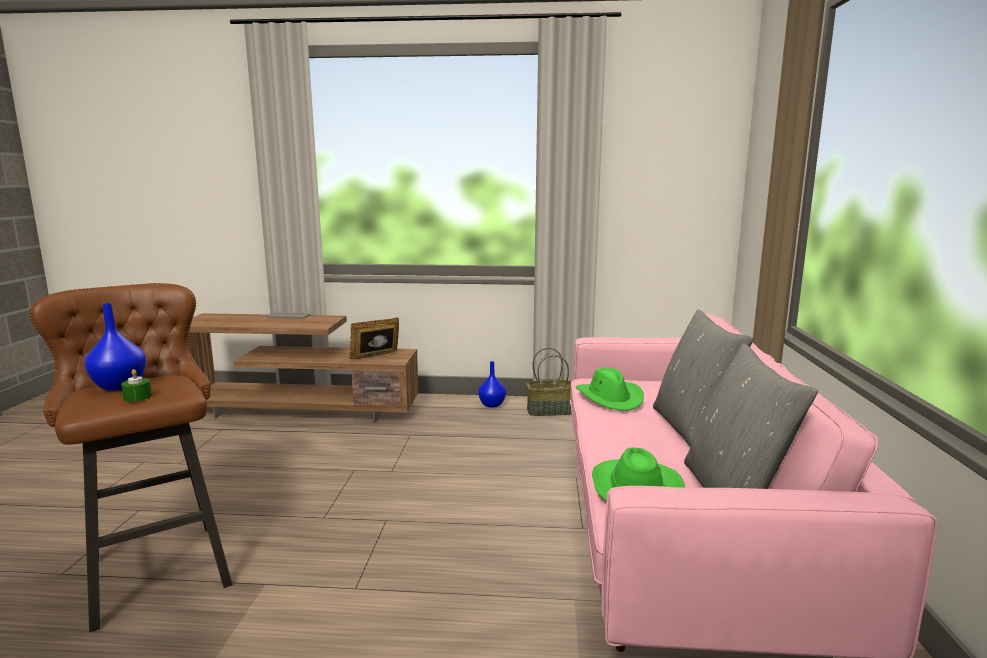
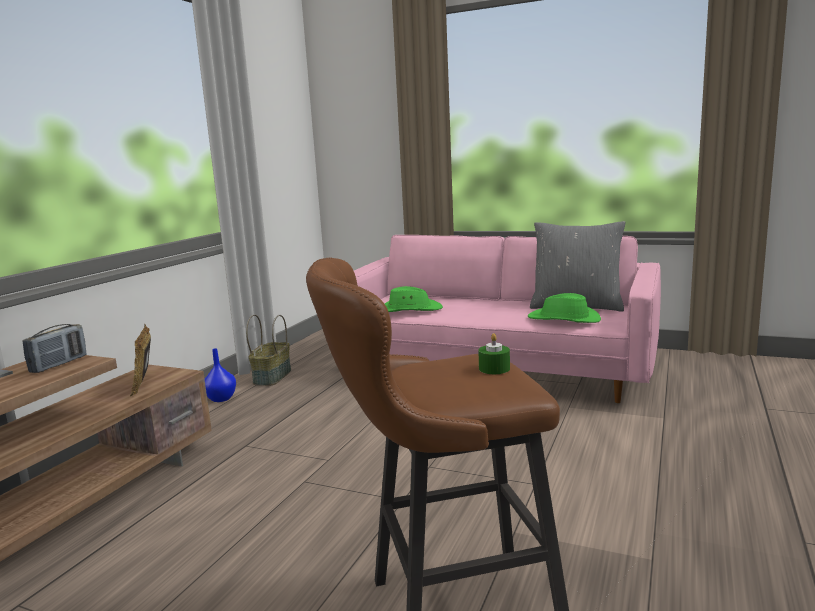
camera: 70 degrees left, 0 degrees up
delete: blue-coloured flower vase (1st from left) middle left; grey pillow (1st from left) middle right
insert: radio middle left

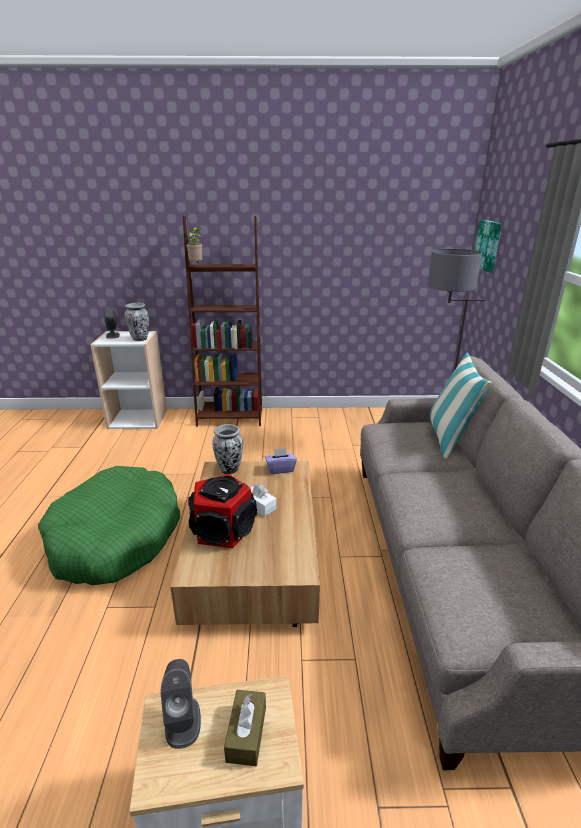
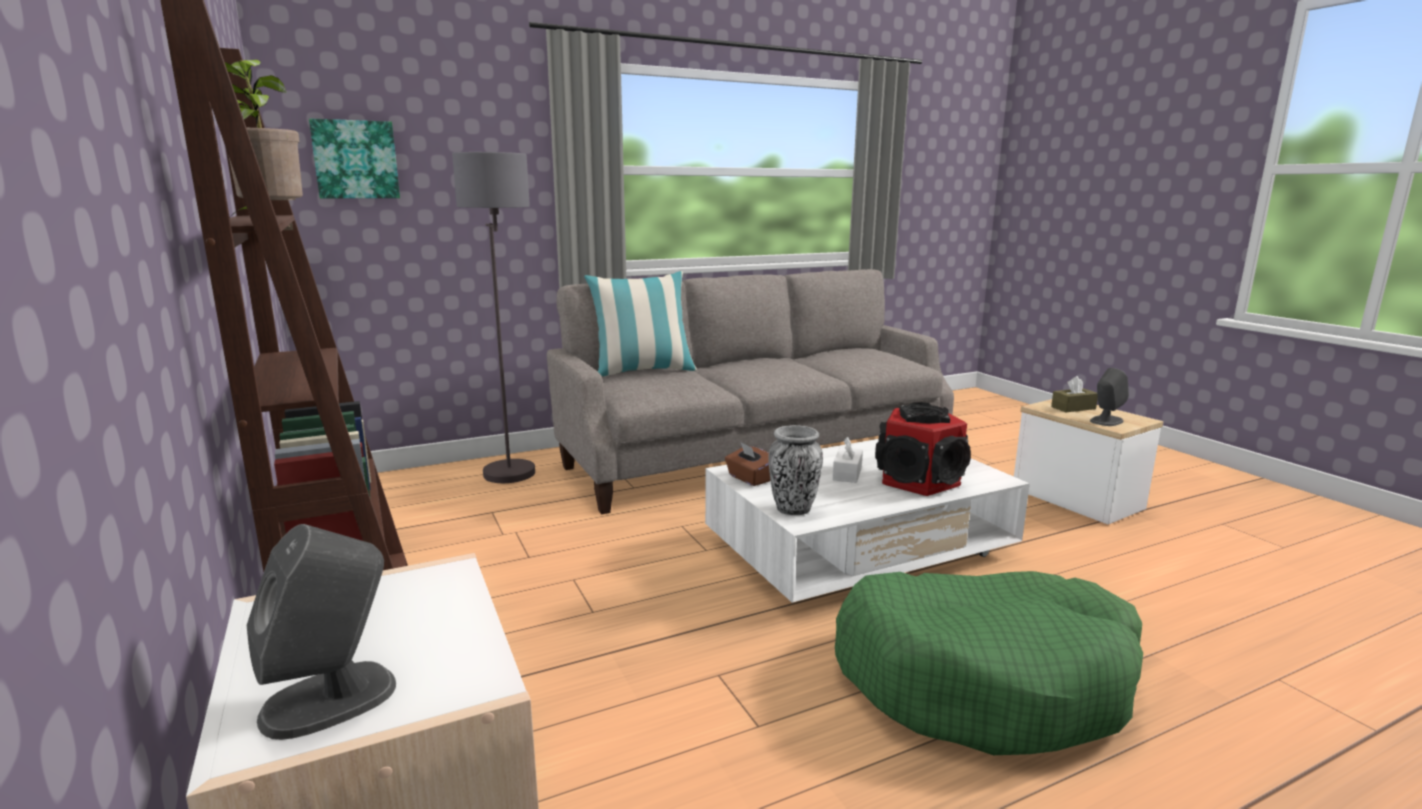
camera: 115 degrees left, 10 degrees down
delete: flower vase (1st from left) middle left
recolor: brown lounge table centre to white-coloured lounge table centre; purplish tissue holder centre to brown tissue holder (1st from left) centre

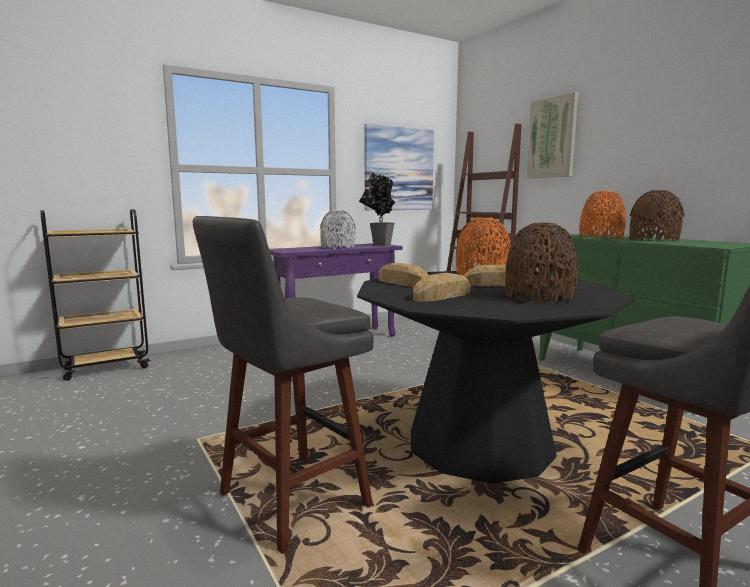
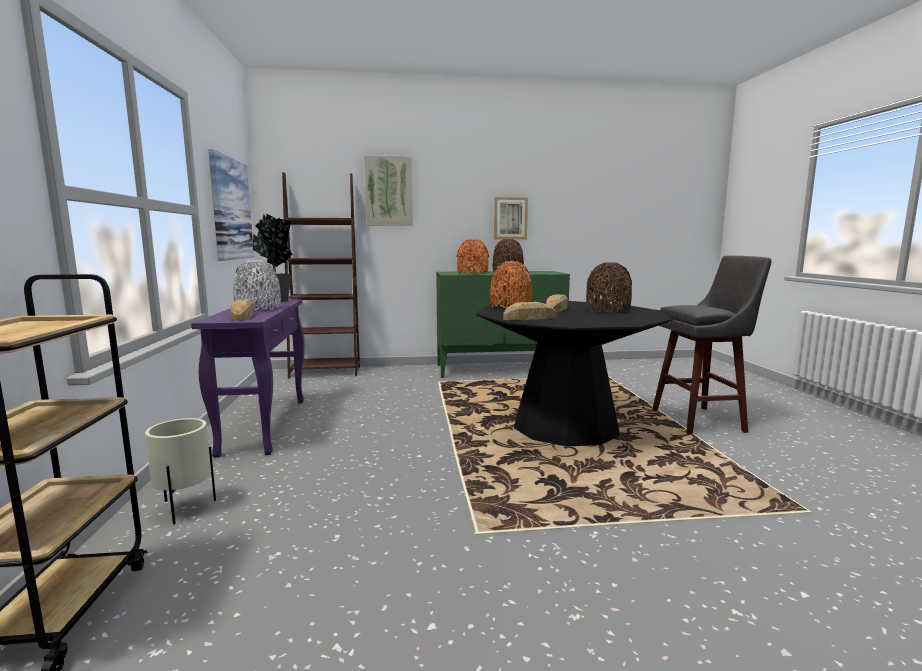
camera: 65 degrees left, 0 degrees up
delete: grey stool (1st from left) centre
insert: sand-coloured plant pot bottom left; wall picture (3rd from left) top centre
move: bread (2nd from left in the first image) centre to bread (1st from left) middle left

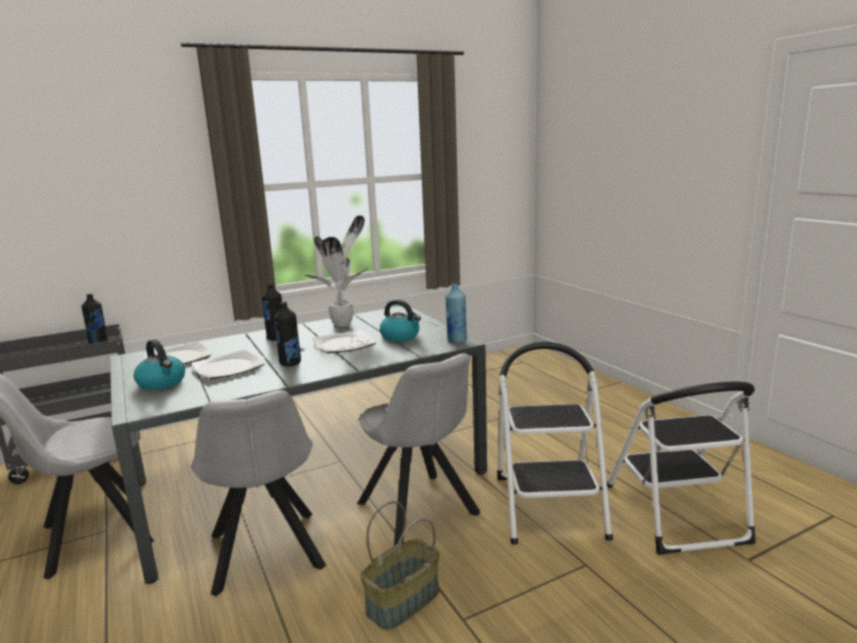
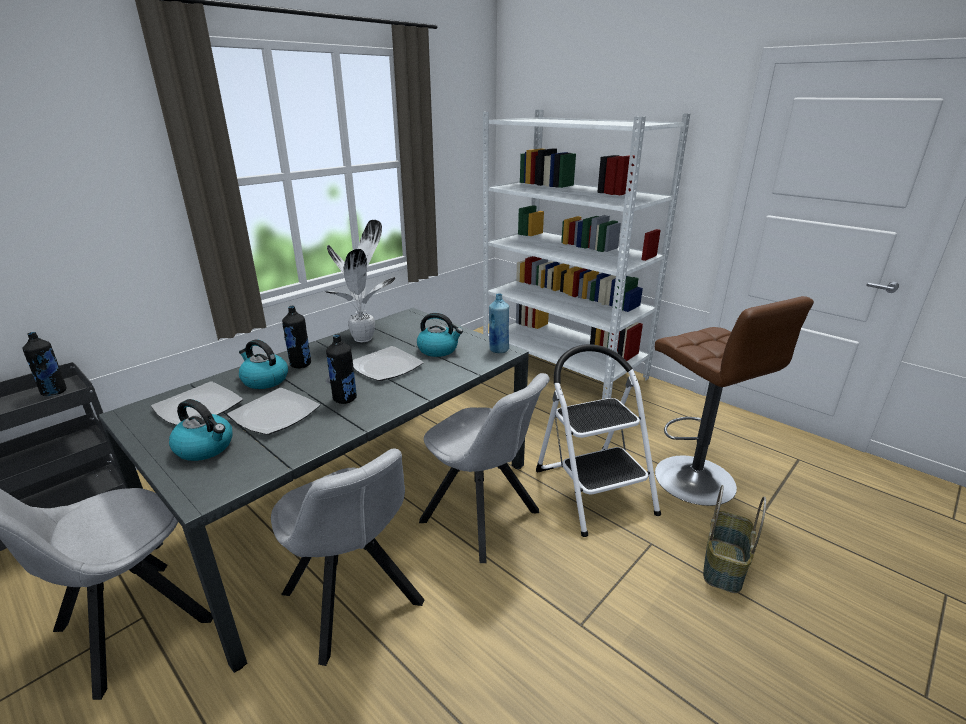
camera: 20 degrees left, 10 degrees up
insert: tea kettle (2nd from left) middle left; white-coloured bookcase centre
move: household basket bottom centre to bottom right
replace: step ladder (2nd from left) bottom right to brown stool middle right

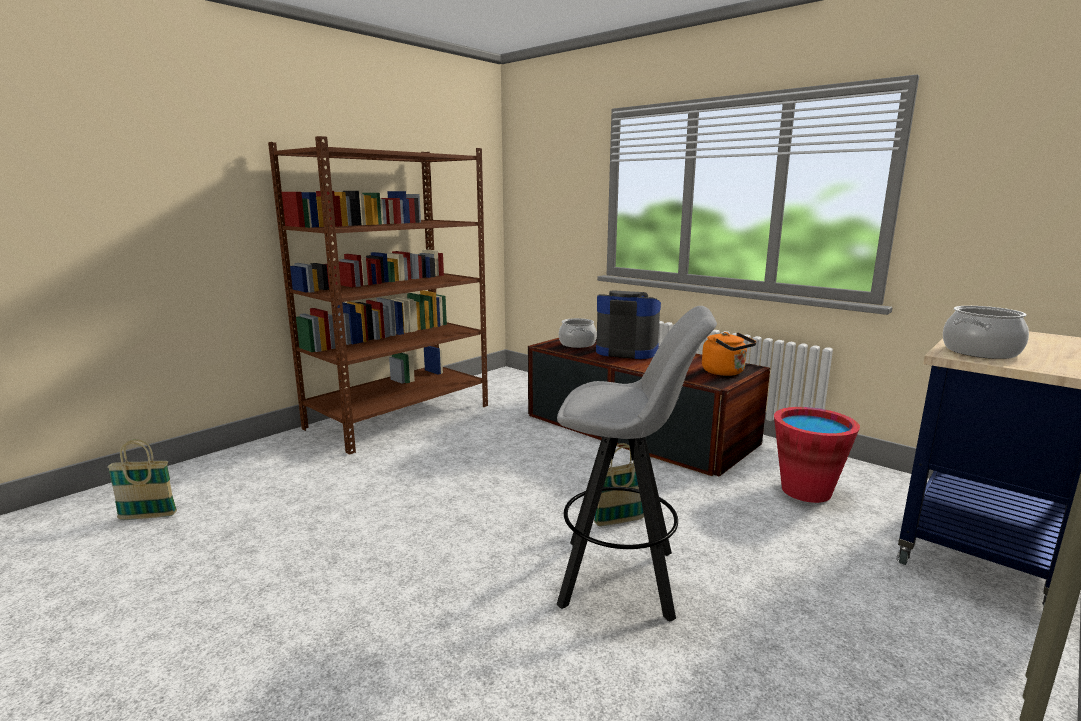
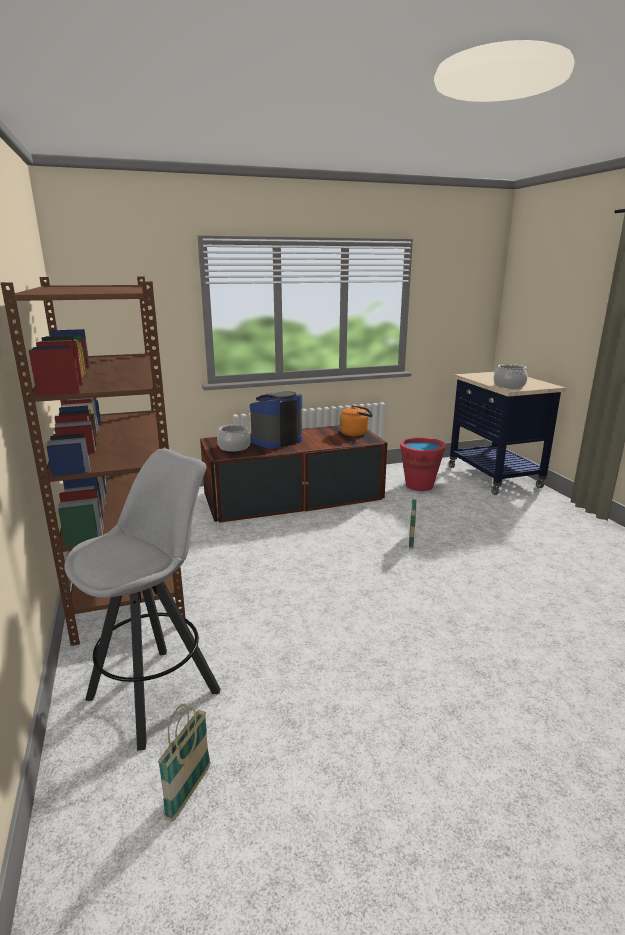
camera: 60 degrees left, 5 degrees up
move: grey stool centre to middle left

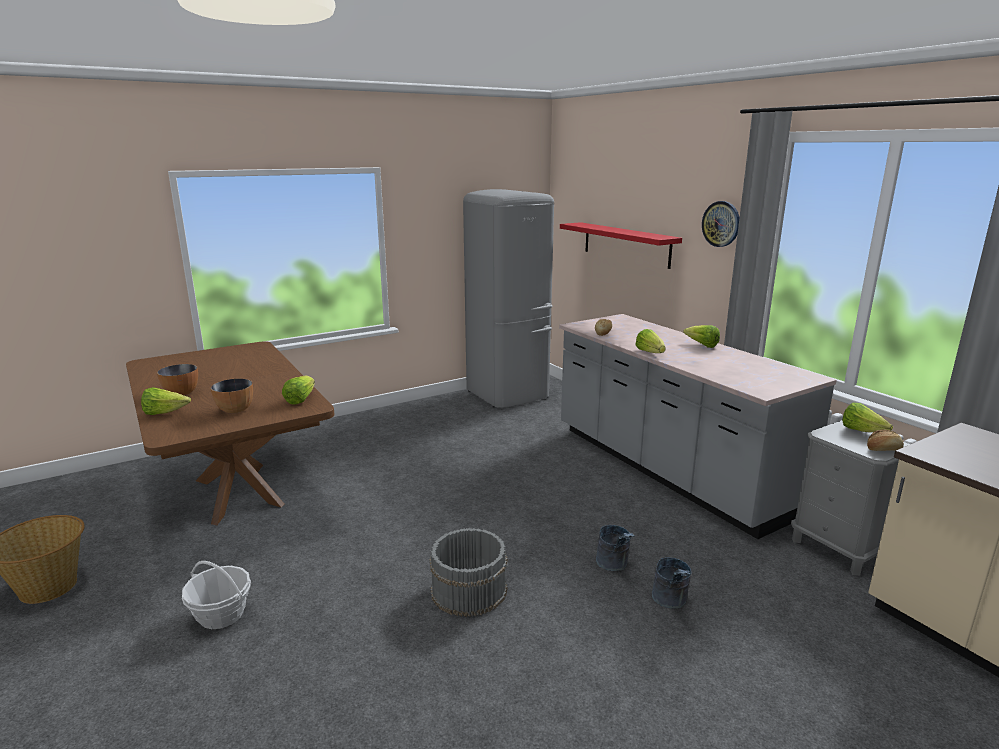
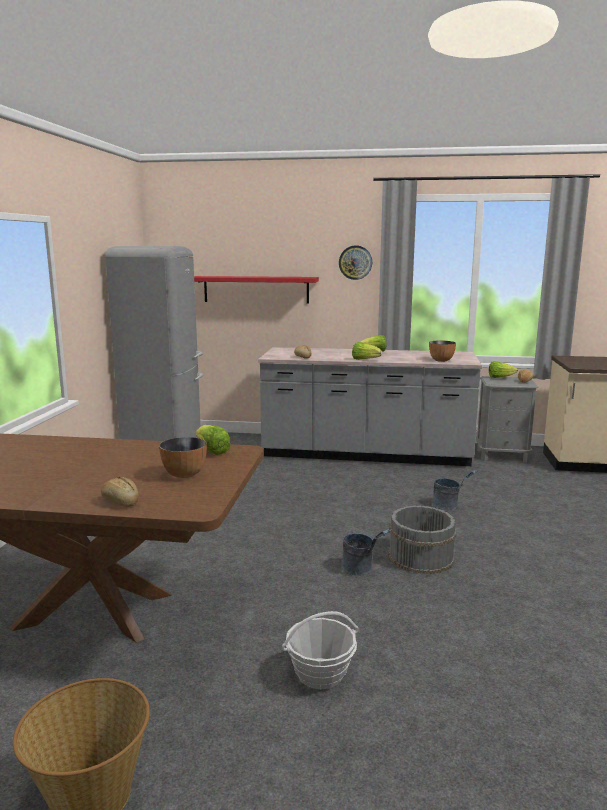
camera: 50 degrees left, 5 degrees down
move: grey water bucket (3rd from left in the first image) bottom right to grey water bucket (1st from left) bottom centre; serving bowl (1st from left in the first image) middle left to serving bowl (2nd from left) middle right
replace: lettuce head (1st from left) middle left to bread (1st from left) middle left

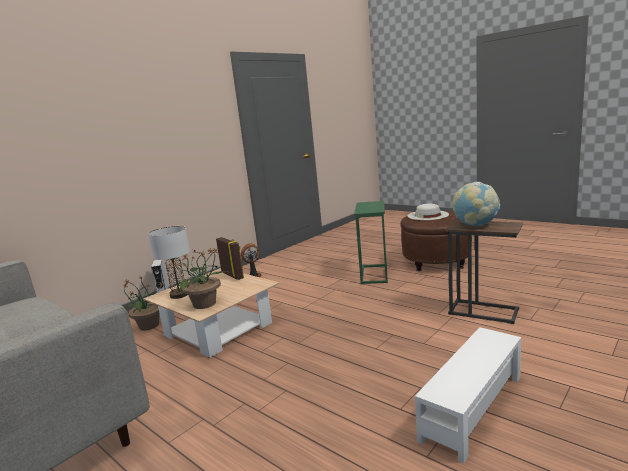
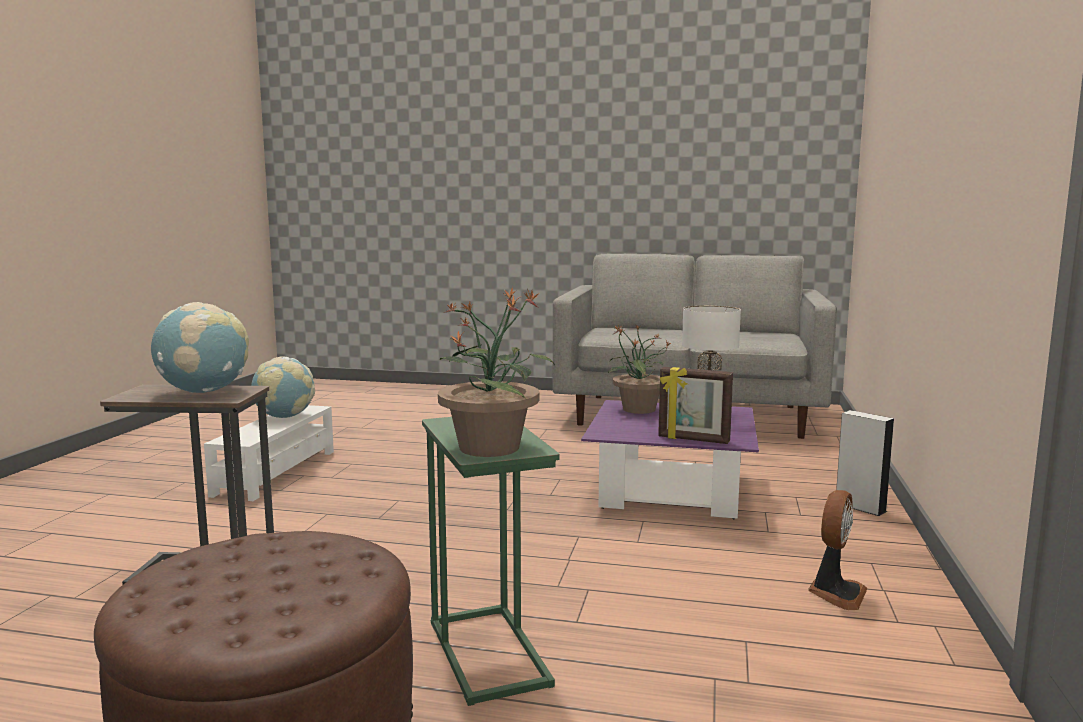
camera: 150 degrees right, 5 degrees down
delete: white-coloured hat middle right
insert: desk globe (2nd from left) middle left
move: potted plant (1st from left) middle left to centre
recolor: sand-coloured lounge table centre to purplish lounge table centre

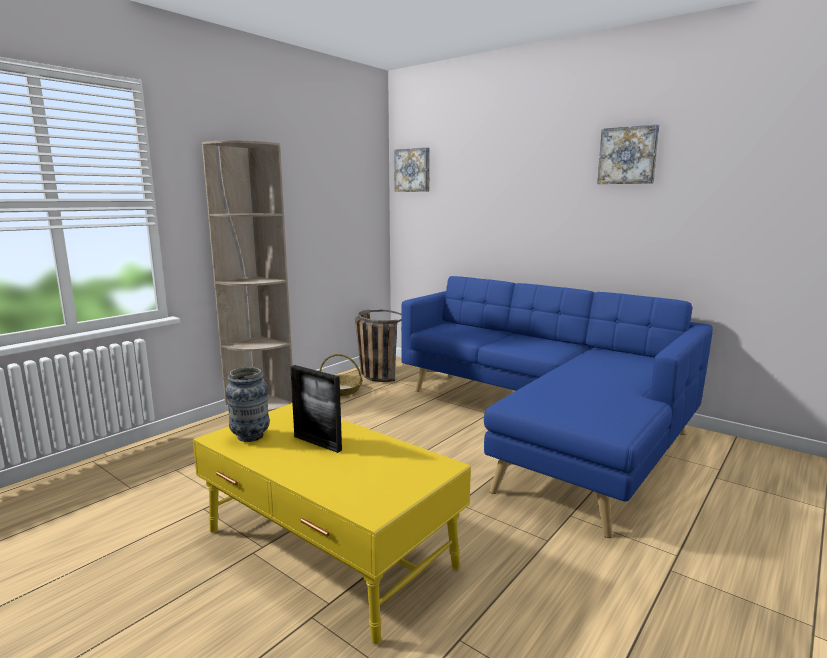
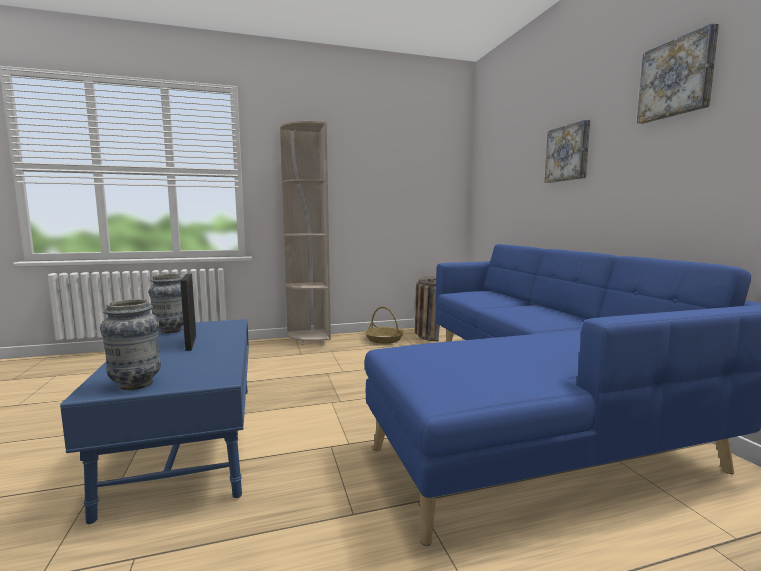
camera: 35 degrees right, 5 degrees down
insert: flower vase (1st from left) middle left
move: wall picture (1st from left) top centre to top right
recolor: yellow-coloured lounge table bottom centre to blue-coloured lounge table bottom left

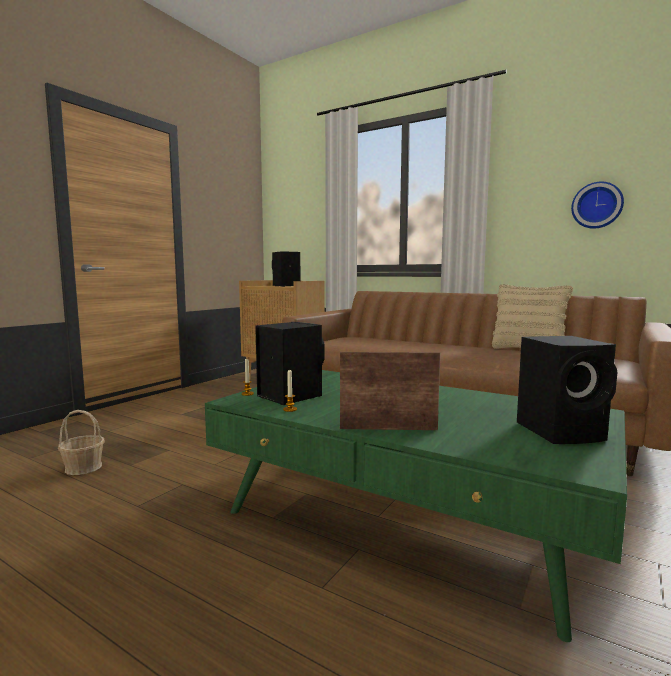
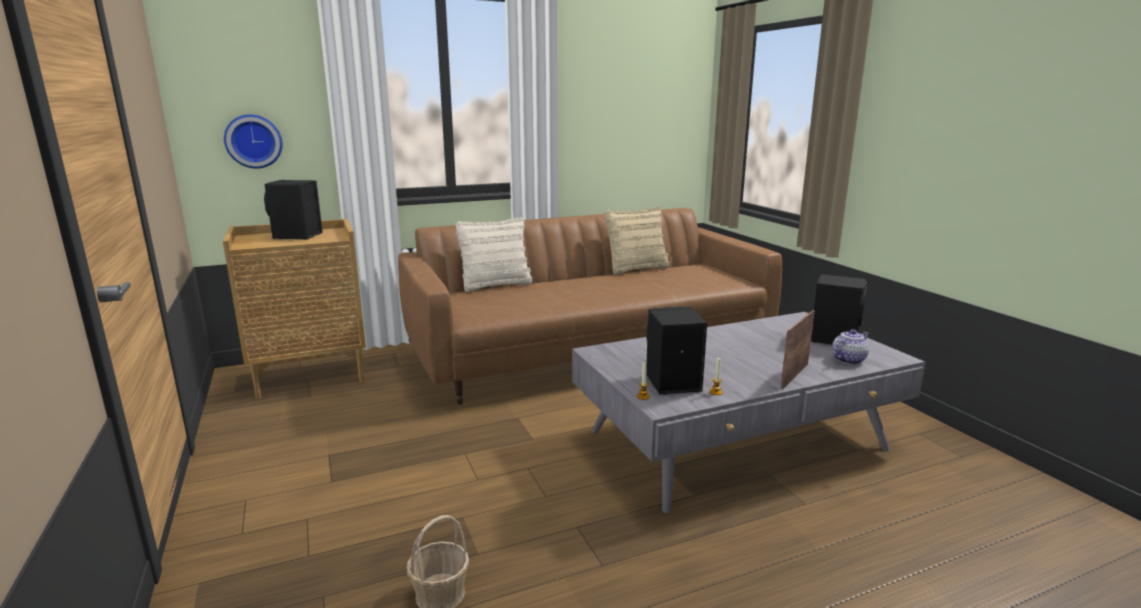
camera: 55 degrees left, 10 degrees up
insert: sand-coloured pillow (1st from left) centre; teapot middle right
move: hanging clock top right to top left
recolor: green lounge table bottom centre to grey lounge table bottom centre

